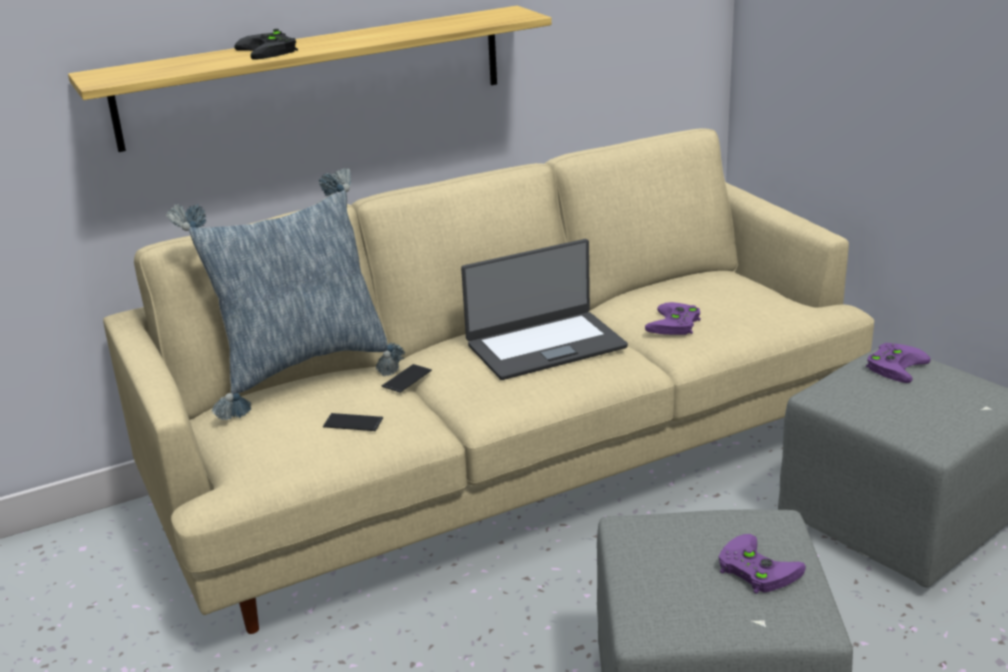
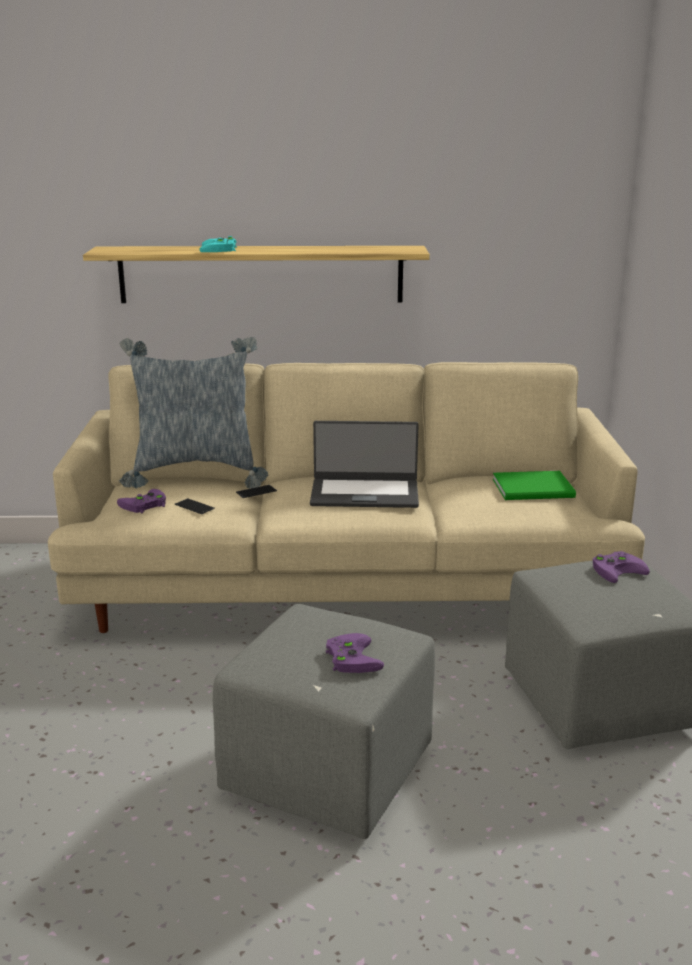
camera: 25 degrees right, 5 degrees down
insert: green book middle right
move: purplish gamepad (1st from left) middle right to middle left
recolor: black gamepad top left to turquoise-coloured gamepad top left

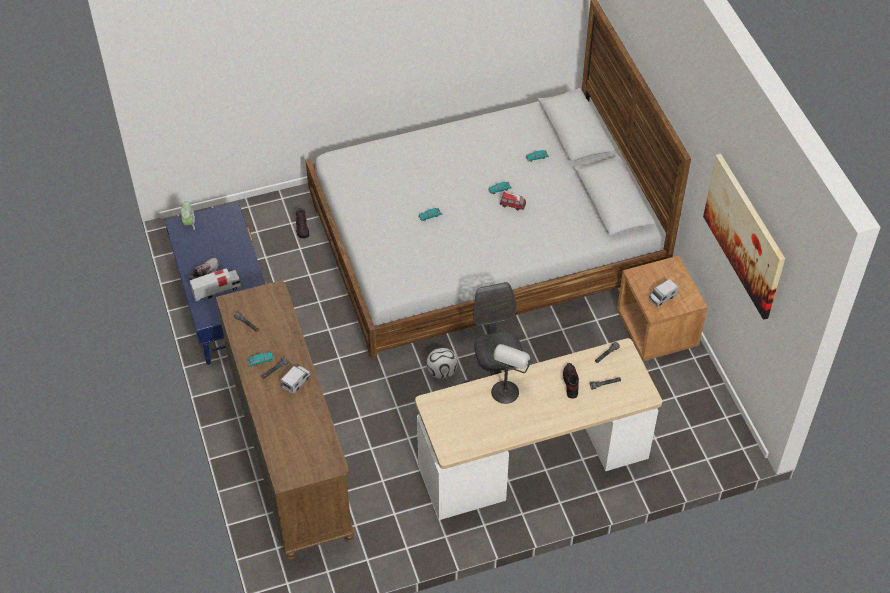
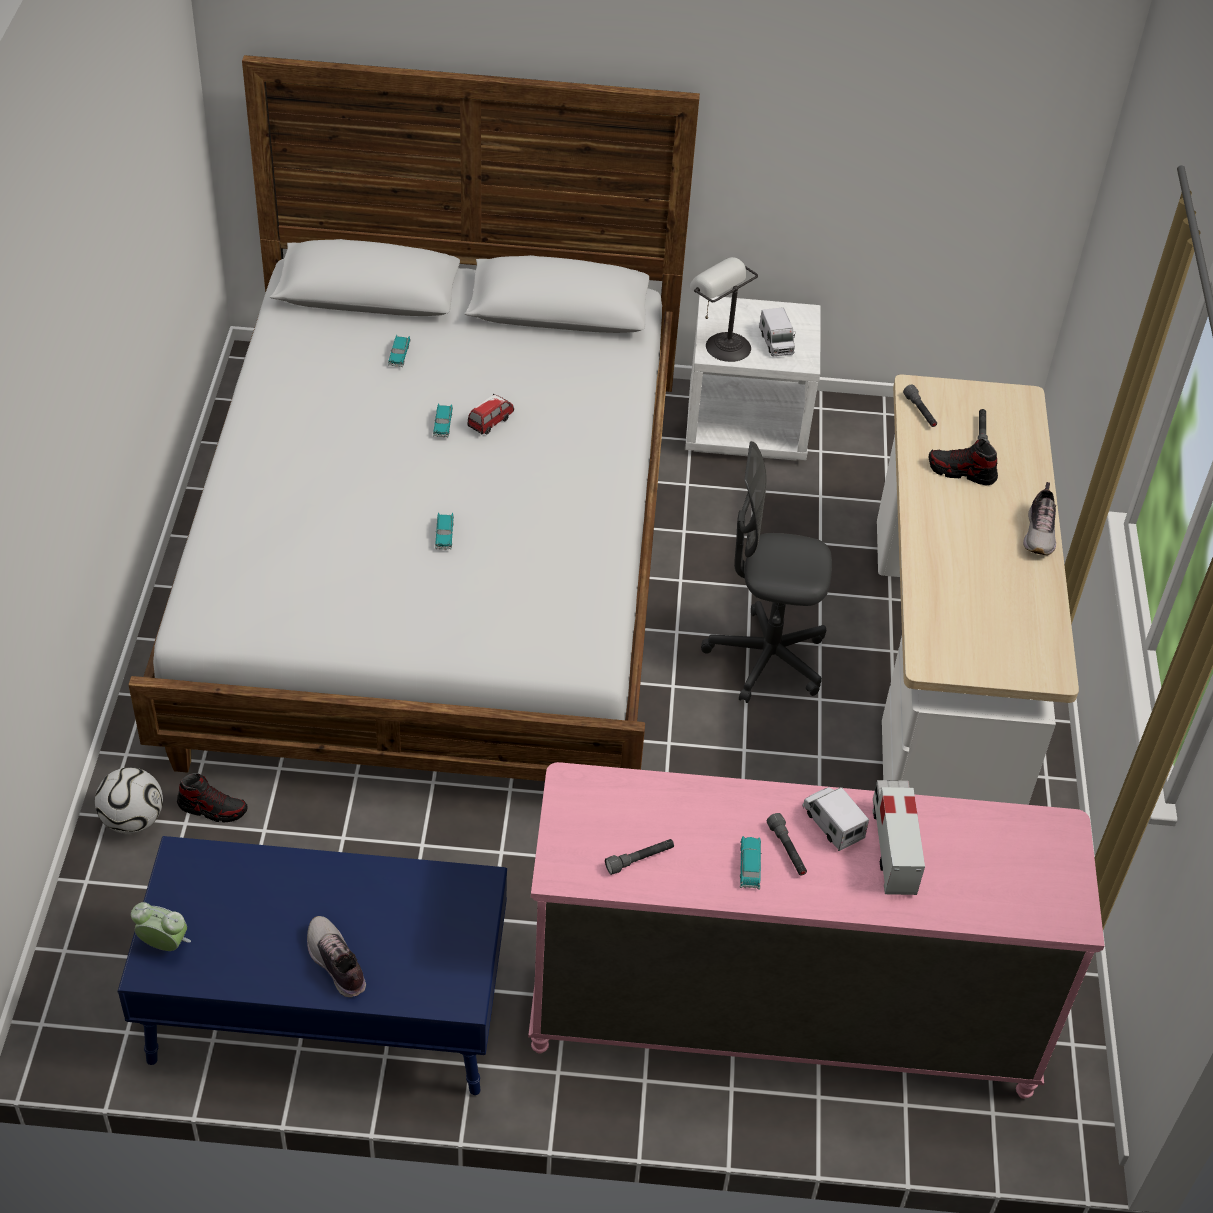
camera: 70 degrees left, 5 degrees down
delete: wall picture middle right
insert: item of footwear (4th from left) middle right
move: football ball centre to middle left; lamp for a table centre to top centre; toy truck (1st from left in the first image) middle left to toy truck (3rd from left) bottom right
recolor: brown dresser bottom left to pinkish dresser bottom right; brown night table middle right to white-coloured night table top centre

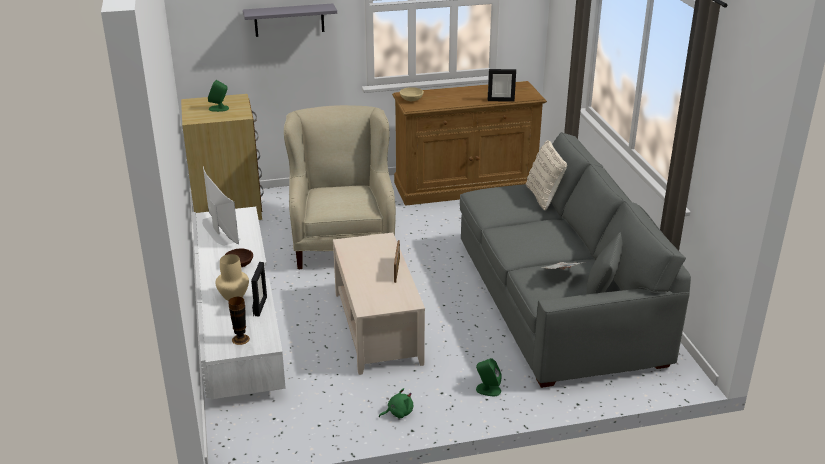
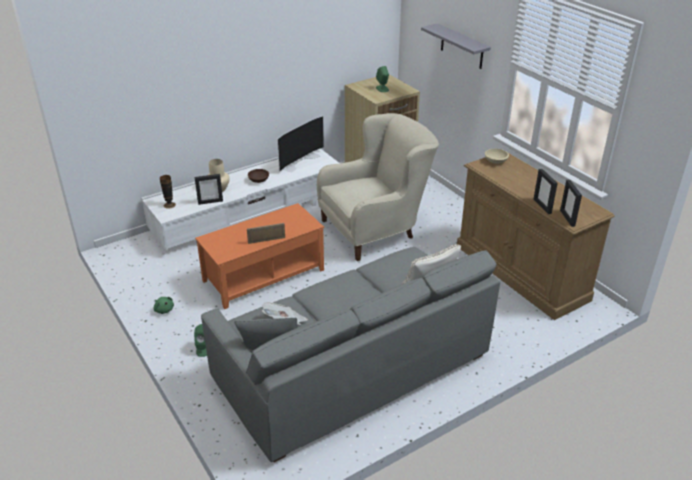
camera: 70 degrees right, 5 degrees up
insert: picture frame (4th from left) middle right
recolor: sand-coloured lounge table centre to orange lounge table centre

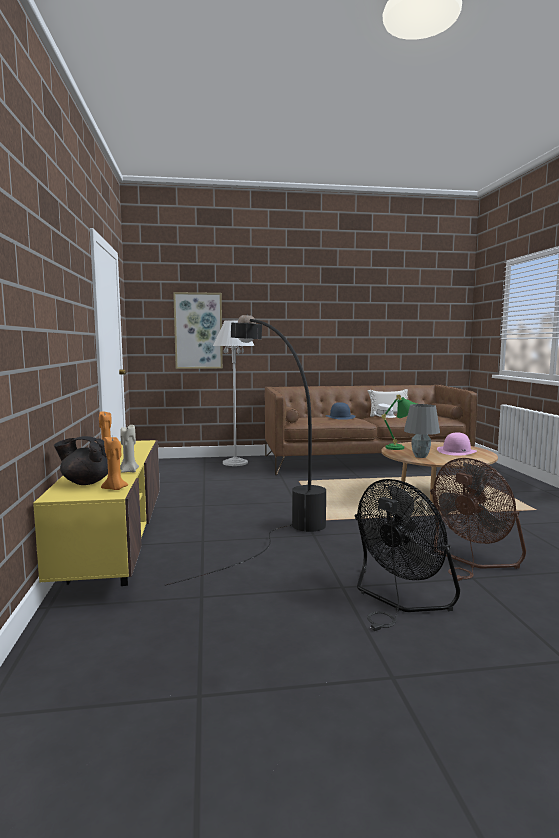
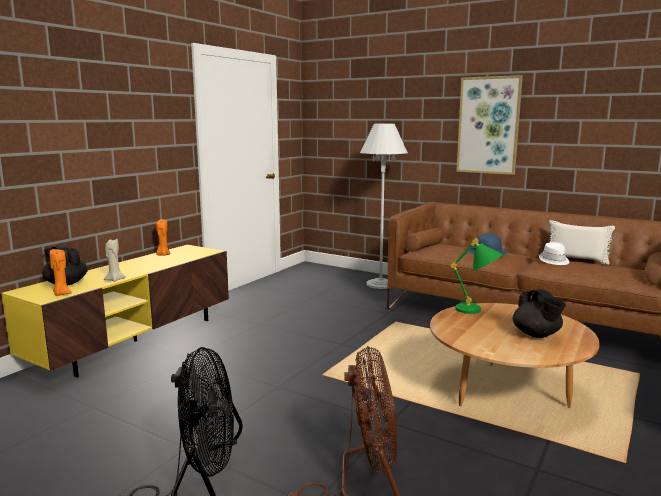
camera: 40 degrees right, 5 degrees up
delete: black standing lamp centre; grey lamp for a table middle right
move: wall picture centre to top right
replace: pinkish hat middle right to black teapot (2nd from left) middle right

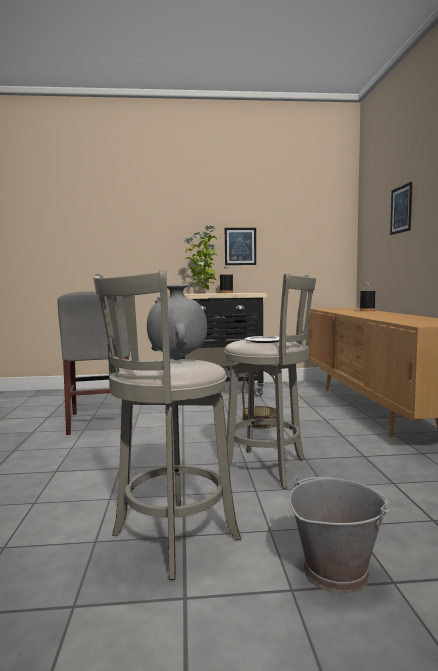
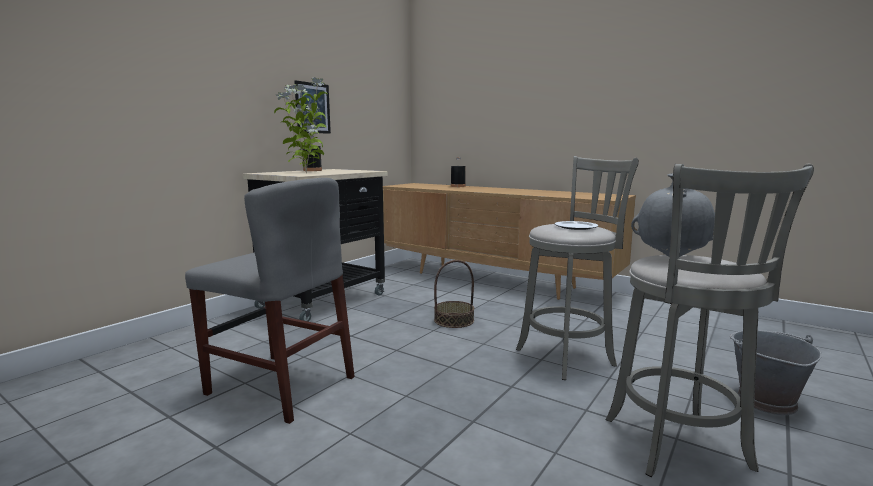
camera: 50 degrees left, 5 degrees up
delete: wall picture (2nd from left) top right

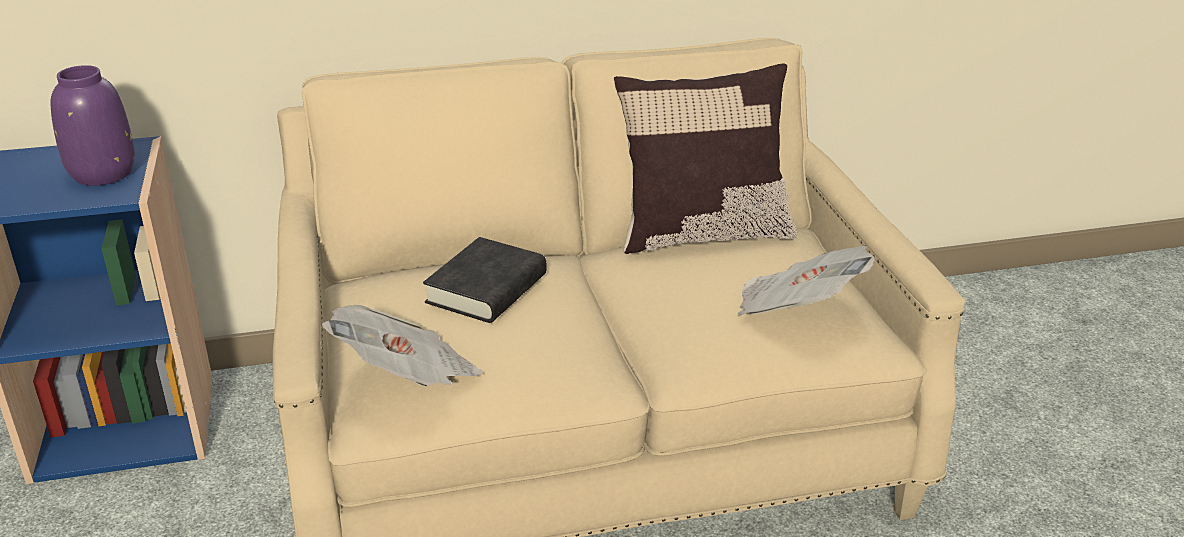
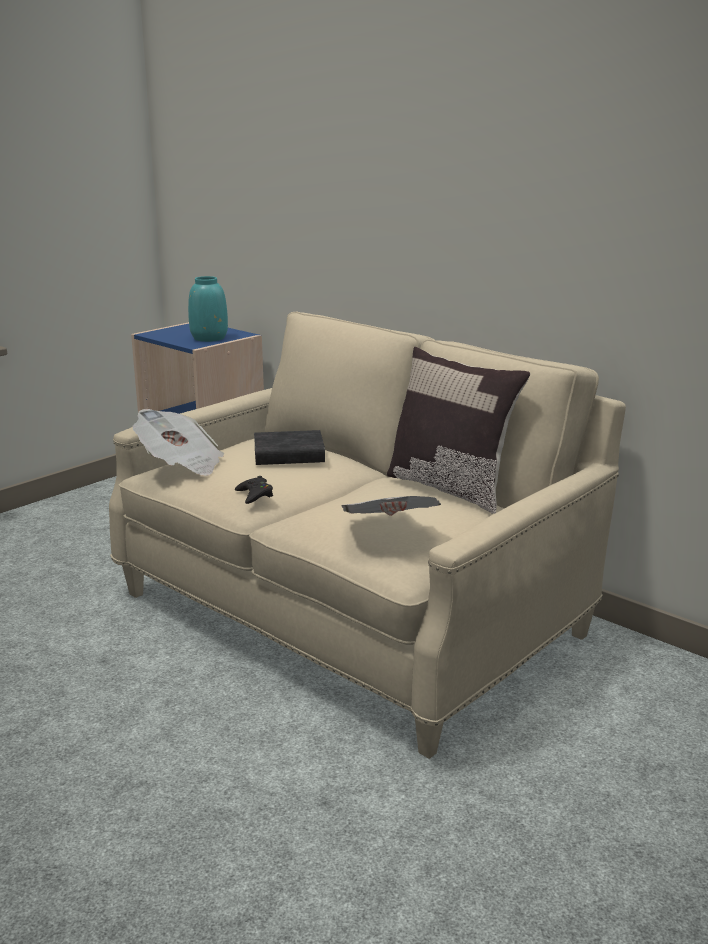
camera: 55 degrees right, 10 degrees down
insert: black gamepad centre
recolor: purplish flower vase top left to turquoise-coloured flower vase top left

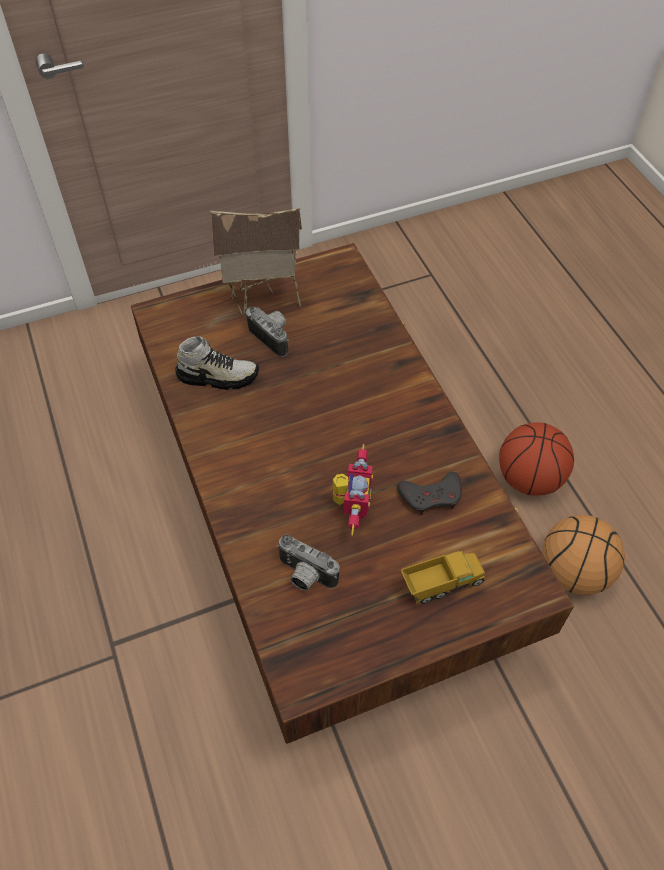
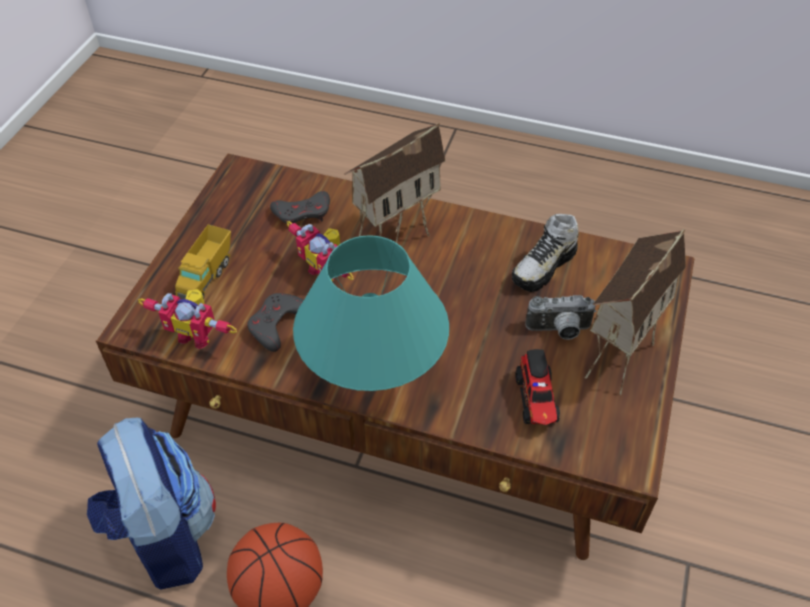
camera: 130 degrees right, 5 degrees down
insert: model robot (1st from left) middle left; turquoise-coloured lamp for a table centre; model house (1st from left) top centre; toy truck (2nd from left) centre
replace: basketball (2nd from left) middle right to knapsack bottom left; still camera (2nd from left) centre to grey gamepad (2nd from left) centre

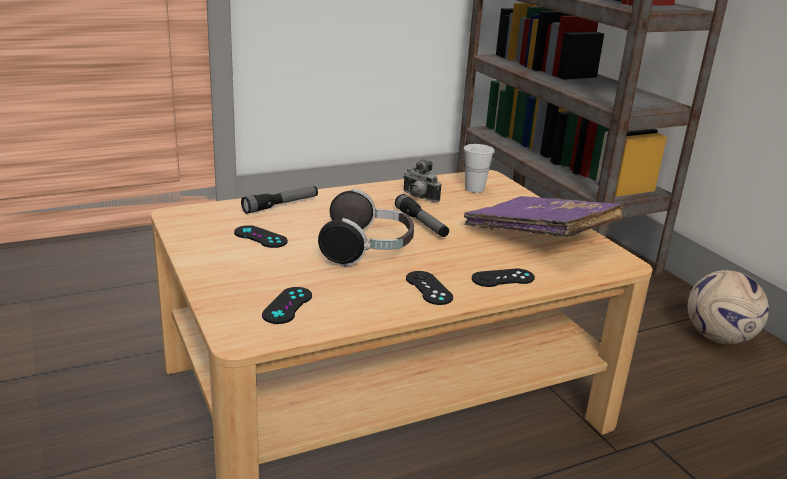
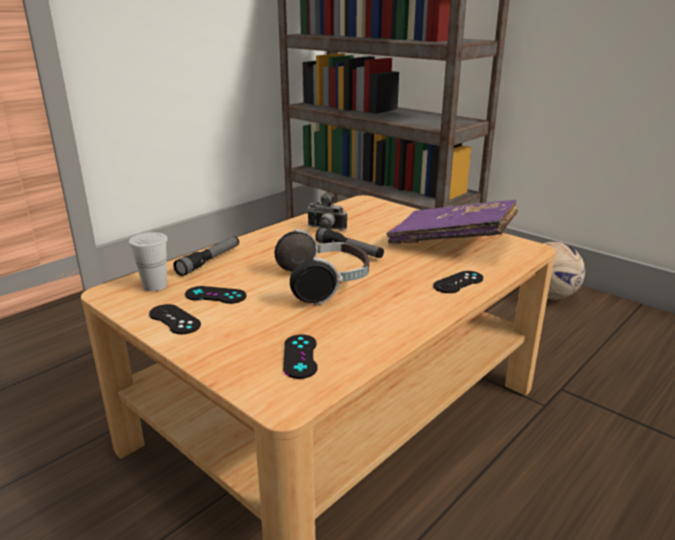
camera: 20 degrees left, 0 degrees up
move: white-coloured drinking cup centre to middle left; black gamepad (3rd from left in the first image) centre to black gamepad (1st from left) middle left

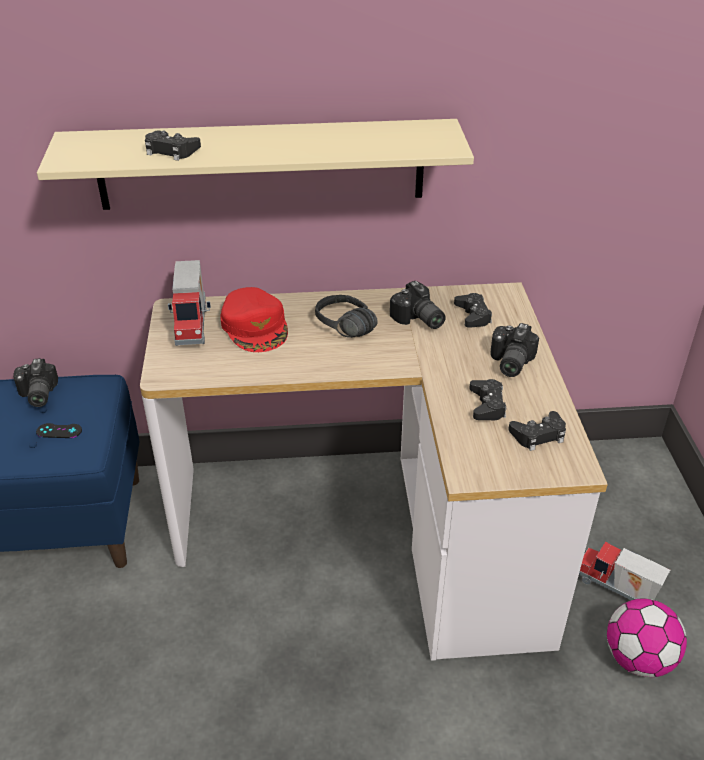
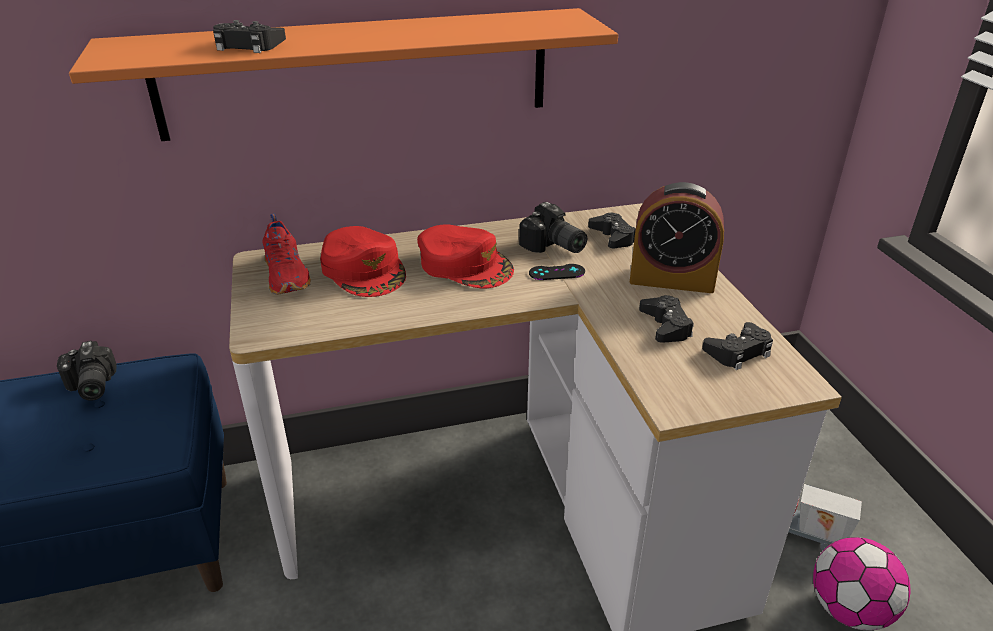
camera: 10 degrees left, 5 degrees down
move: black gamepad (1st from left in the first image) middle left to black gamepad (2nd from left) centre
replace: toy truck (1st from left) middle left to red-coloured item of footwear middle left; black headphones centre to red-coloured peaked cap (2nd from left) centre; still camera (3rd from left) middle right to alarm clock middle right
recolor: sand-coloured shelf top centre to orange shelf top centre

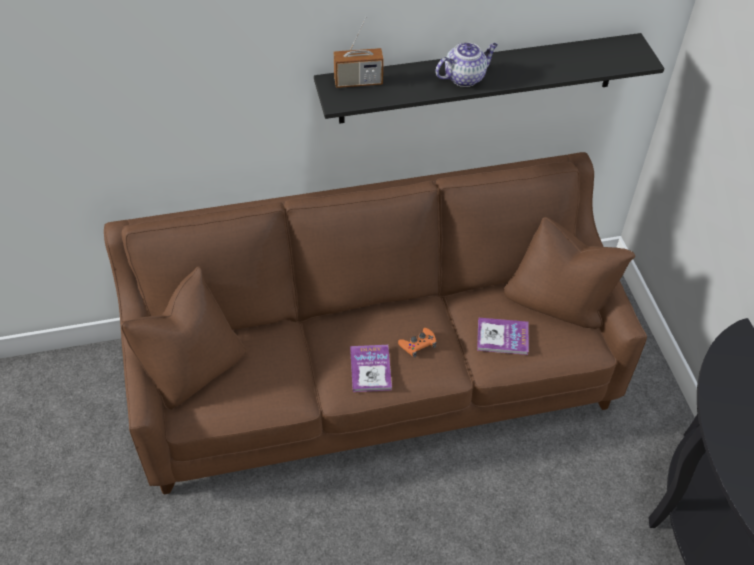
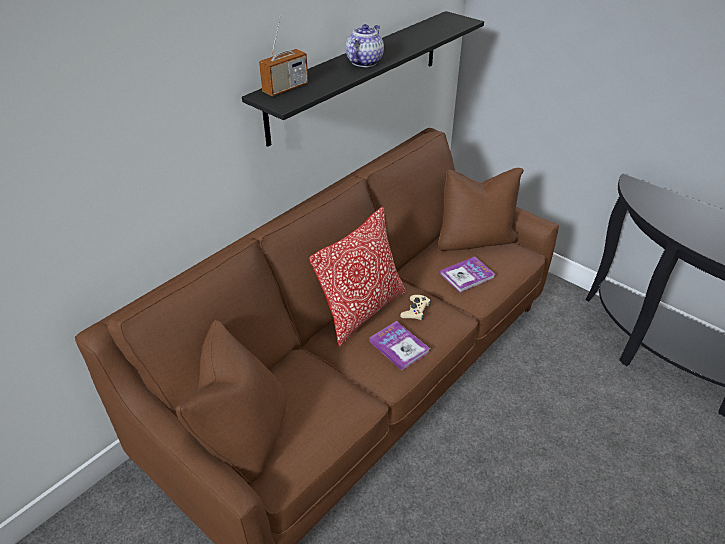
camera: 35 degrees left, 10 degrees down
insert: pillow centre
recolor: orange gamepad centre to sand-coloured gamepad centre

